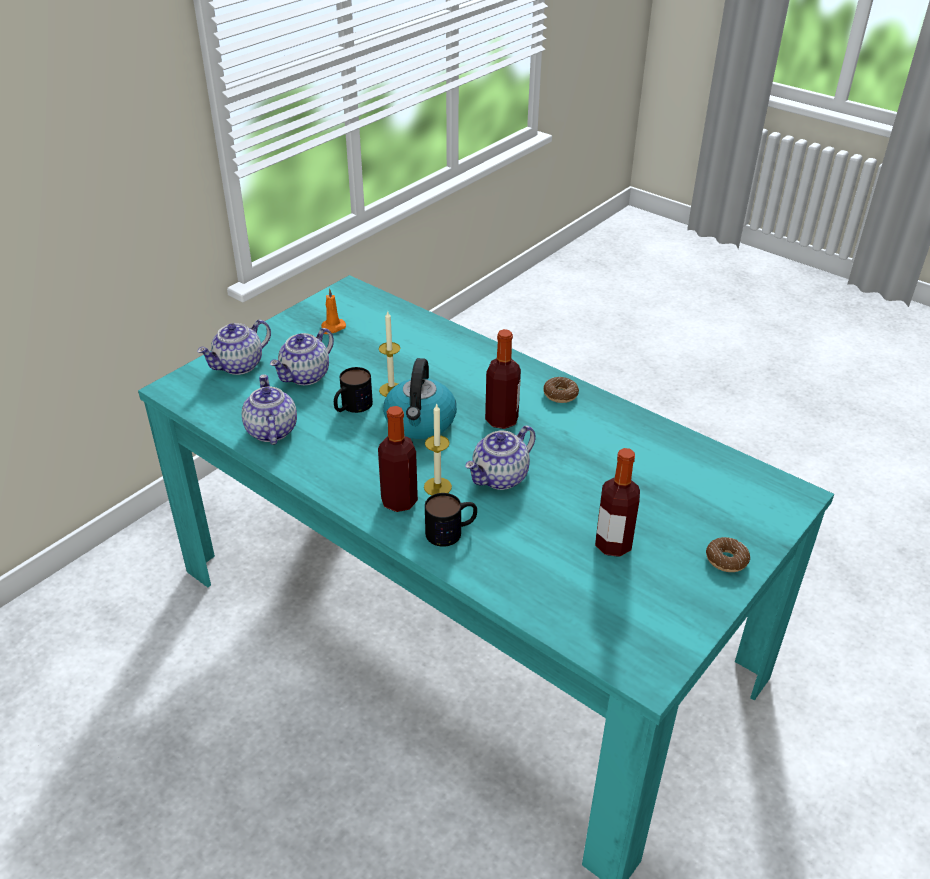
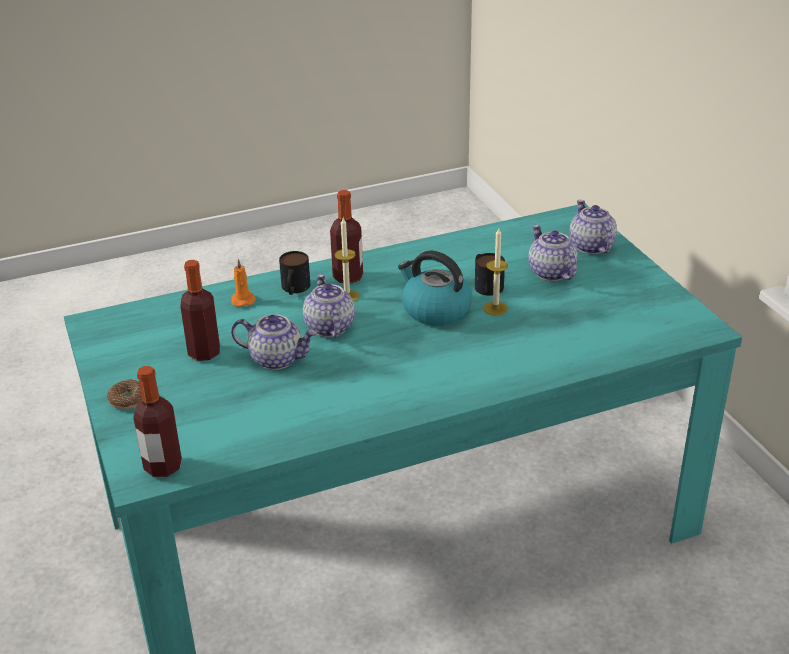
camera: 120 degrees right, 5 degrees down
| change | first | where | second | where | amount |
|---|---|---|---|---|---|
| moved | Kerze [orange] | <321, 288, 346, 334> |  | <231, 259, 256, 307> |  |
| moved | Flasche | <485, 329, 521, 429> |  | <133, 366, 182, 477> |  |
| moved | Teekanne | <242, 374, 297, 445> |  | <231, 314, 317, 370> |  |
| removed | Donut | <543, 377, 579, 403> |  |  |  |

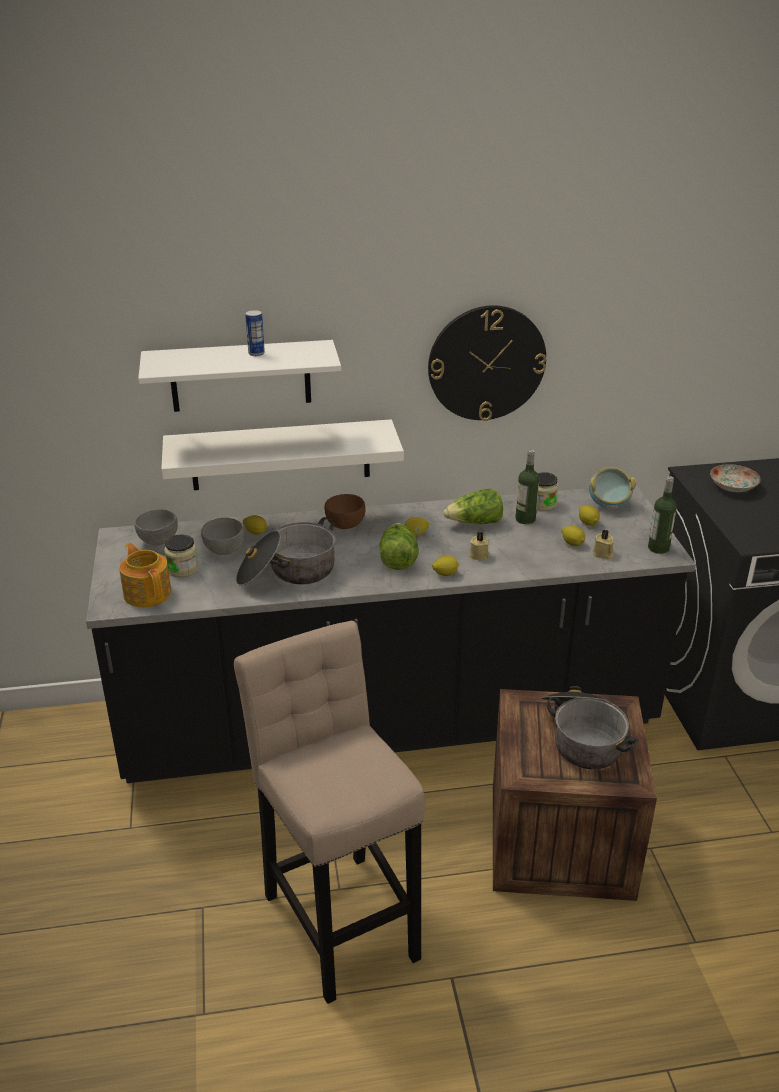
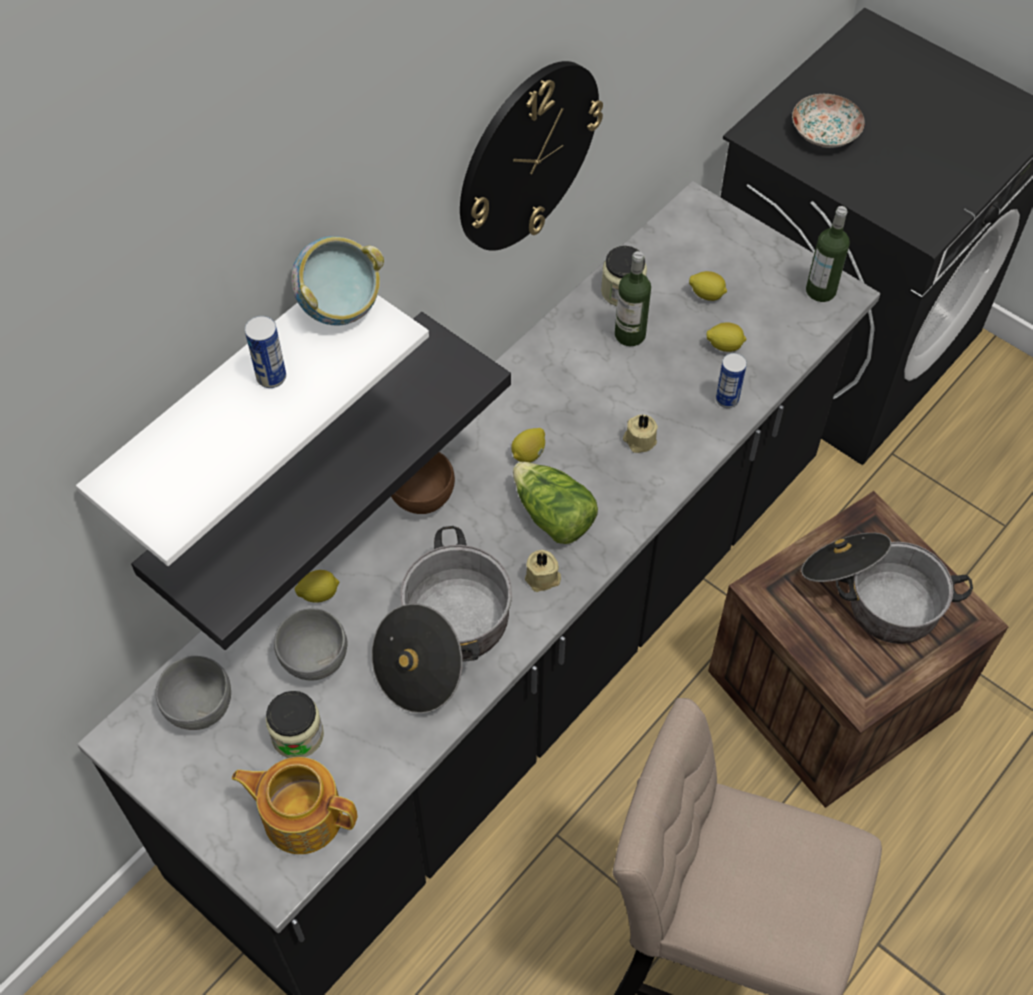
camera: 40 degrees left, 25 degrees up
| change | first | where | second | where | amount |
|---|---|---|---|---|---|
| recoloured | Wandregal [weiß] | <161, 419, 404, 490> | Wandregal [schwarz] | <131, 312, 511, 650> |  |
| moved | Schüssel | <589, 467, 636, 509> |  | <291, 236, 384, 326> |  |
| removed | Salatkopf | <443, 489, 503, 524> |  |  |  |
| moved | Kerze [beige] | <593, 530, 614, 559> |  | <525, 550, 561, 592> |  |
| removed | Zitrone | <432, 556, 459, 576> |  |  |  |
| added |  |  | Dose | <716, 353, 747, 408> |  |

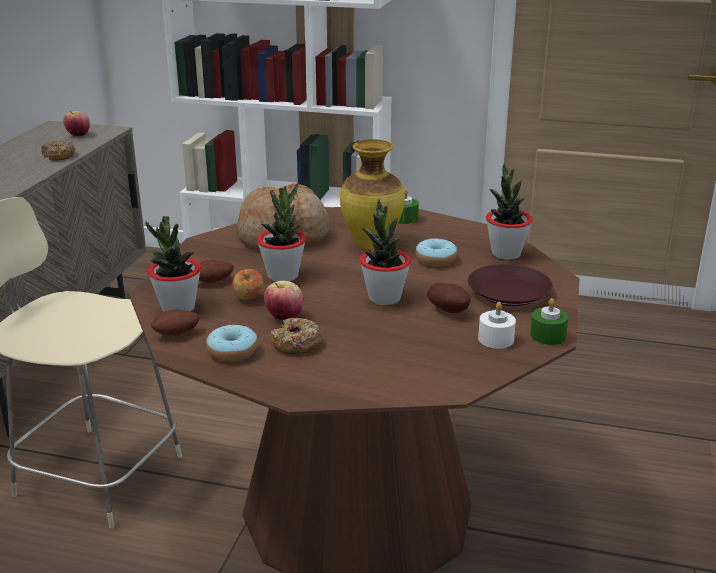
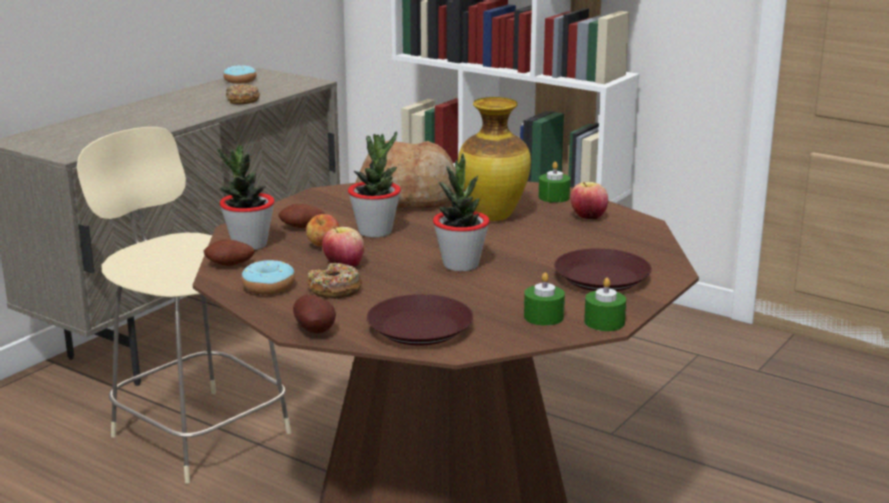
camera: 20 degrees right, 5 degrees down
| change | first | where | second | where | amount |
|---|---|---|---|---|---|
| moved | Apfel | <63, 111, 90, 136> |  | <570, 182, 608, 219> |  |
| removed | Topfpflanze | <486, 163, 533, 260> |  |  |  |
| moved | Donut | <415, 239, 457, 267> |  | <223, 65, 256, 84> |  |
| moved | Kartoffel | <427, 283, 470, 313> |  | <293, 295, 336, 334> |  |
| recoloured | Kerze [weiß] | <478, 302, 516, 349> | Kerze [grün] | <524, 272, 565, 326> |  |
| added |  |  | Teller [braun] | <367, 294, 473, 346> |  |

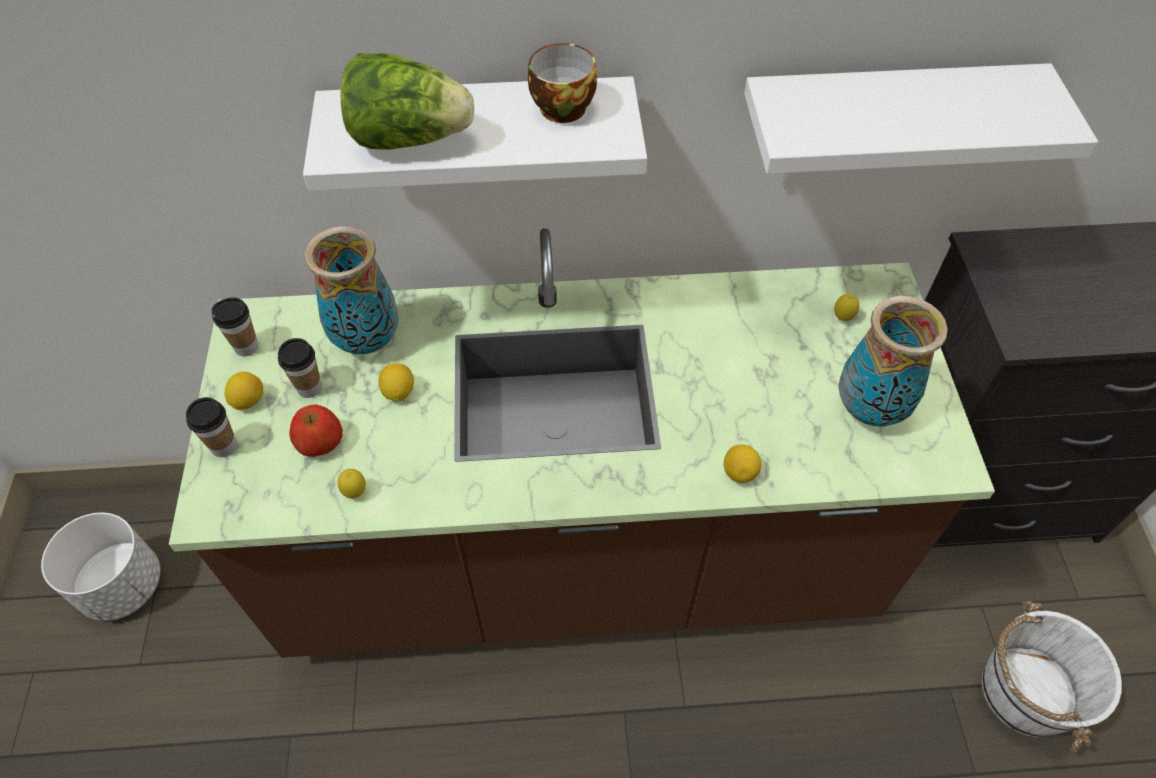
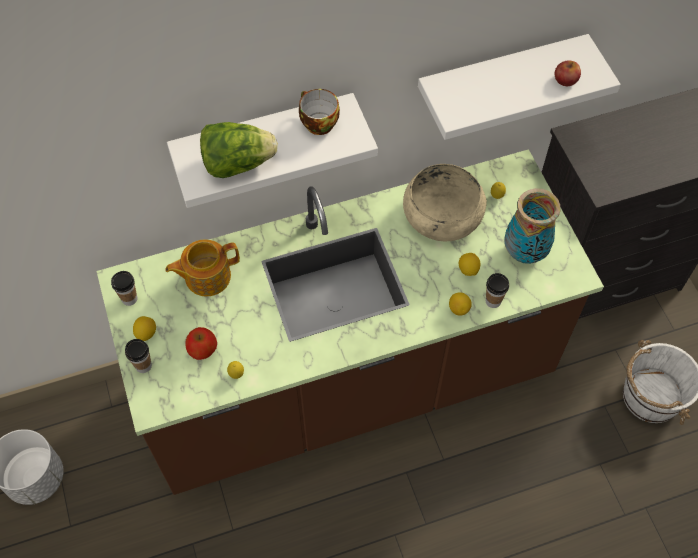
camera: 15 degrees left, 5 degrees up
| change | first | where | second | where | amount |
|---|---|---|---|---|---|
| replaced | Vase | <305, 226, 399, 354> | Teekanne | <165, 240, 240, 296> |  |
| moved | Tasse | <278, 338, 322, 398> |  | <486, 273, 509, 308> |  |
| moved | Zitrone | <379, 363, 414, 401> |  | <459, 253, 480, 276> |  |
| added |  |  | Apfel | <555, 60, 581, 86> |  |
| added |  |  | Schüssel [beige] | <403, 164, 487, 241> |  |

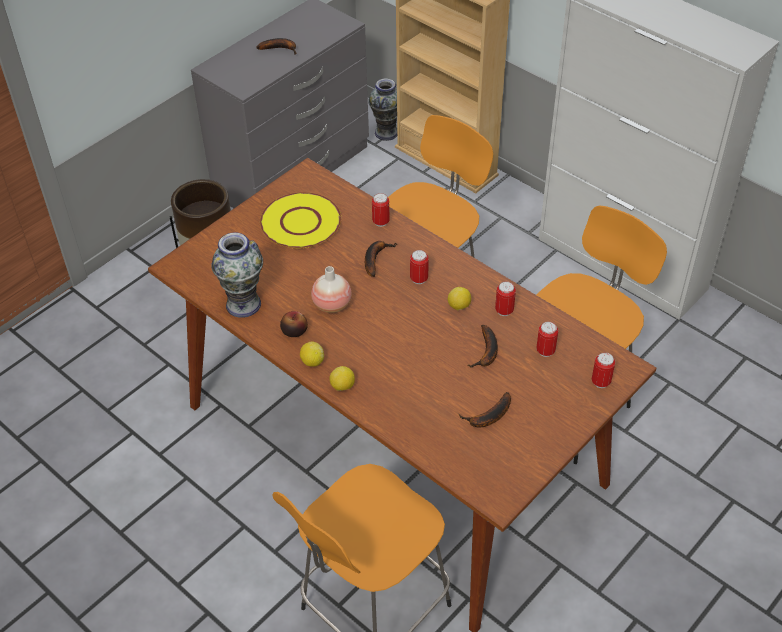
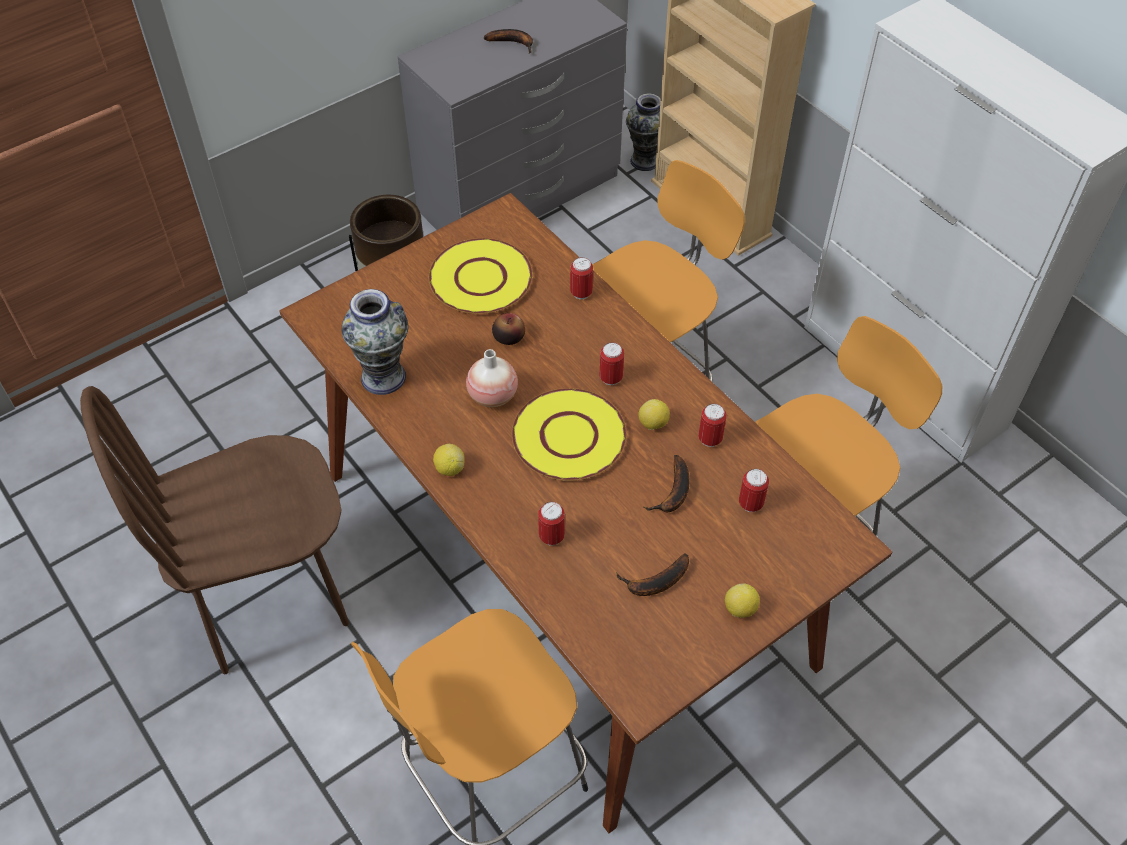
camera: 10 degrees right, 5 degrees up
| change | first | where | second | where | amount |
|---|---|---|---|---|---|
| removed | Banane | <365, 241, 397, 277> |  |  |  |
| moved | Apfel | <280, 311, 308, 337> |  | <492, 313, 525, 345> |  |
| moved | Dose | <592, 352, 615, 388> |  | <538, 502, 565, 545> |  |
| moved | Zitrone | <329, 366, 355, 391> |  | <725, 583, 760, 618> |  |
| added |  |  | Stuhl [braun] | <80, 386, 349, 674> |  |
| added |  |  | Teller [gelb] | <512, 388, 627, 481> |  |

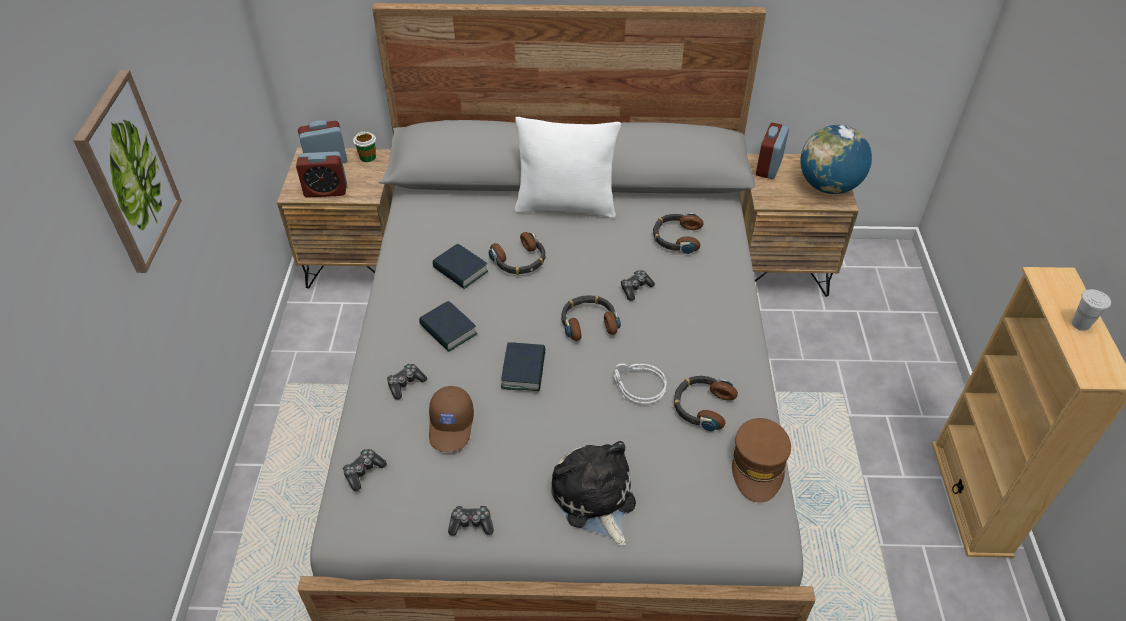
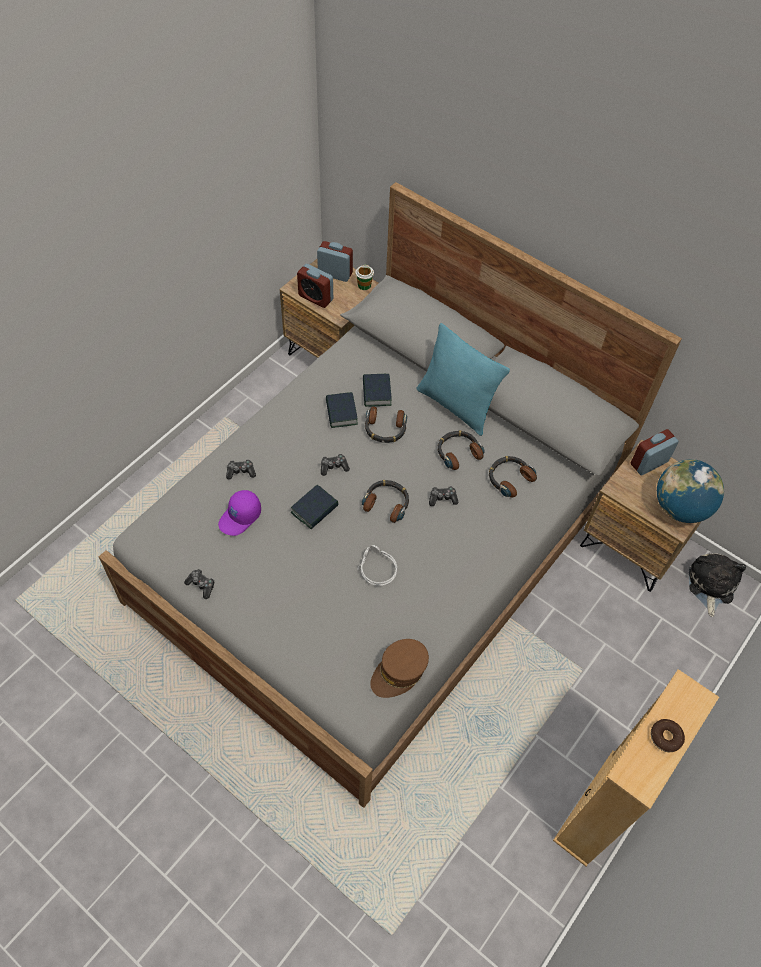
camera: 35 degrees right, 10 degrees up
| change | first | where | second | where | amount |
|---|---|---|---|---|---|
| removed | Bild | <73, 70, 182, 273> |  |  |  |
| recoloured | Kissen [weiß] | <514, 117, 621, 218> | Kissen [türkis] | <416, 323, 510, 436> |  |
| replaced | Tasse [weiß] | <1072, 289, 1111, 331> | Donut | <651, 719, 685, 752> |  |
| moved | Buch | <419, 301, 477, 352> |  | <363, 374, 391, 407> |  |
| moved | Kopfhörer | <674, 376, 738, 431> |  | <438, 430, 484, 470> |  |
| recoloured | Kappe [braun] | <429, 386, 474, 452> | Kappe [lila] | <218, 490, 261, 536> |  |
| moved | Plüschtier | <551, 441, 636, 546> |  | <689, 553, 746, 617> |  |
| moved | Gamepad | <343, 449, 387, 491> |  | <321, 454, 350, 476> |  |

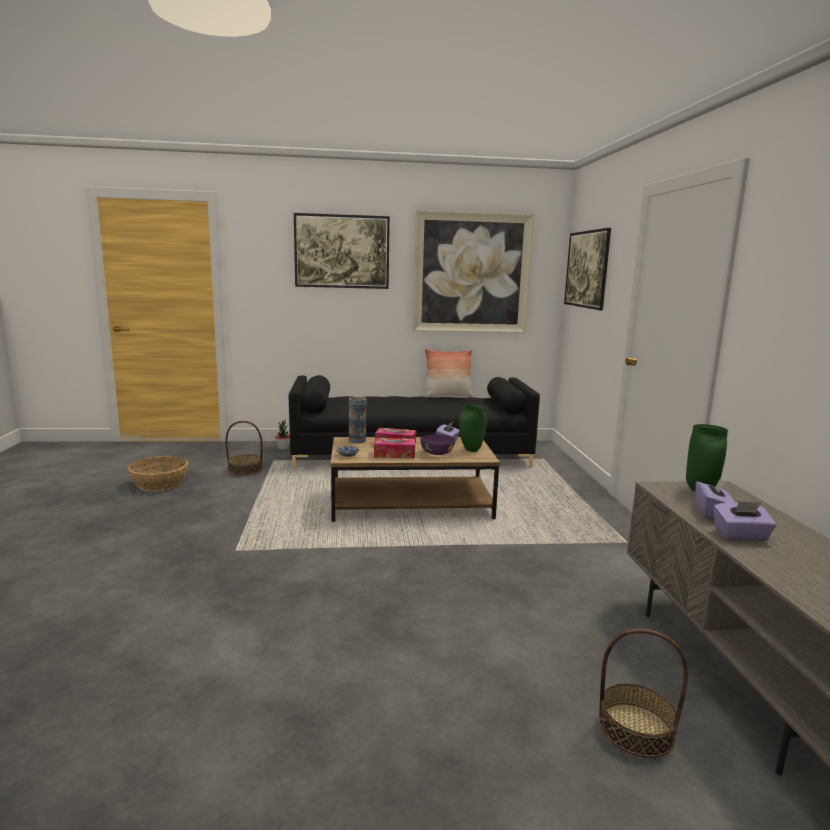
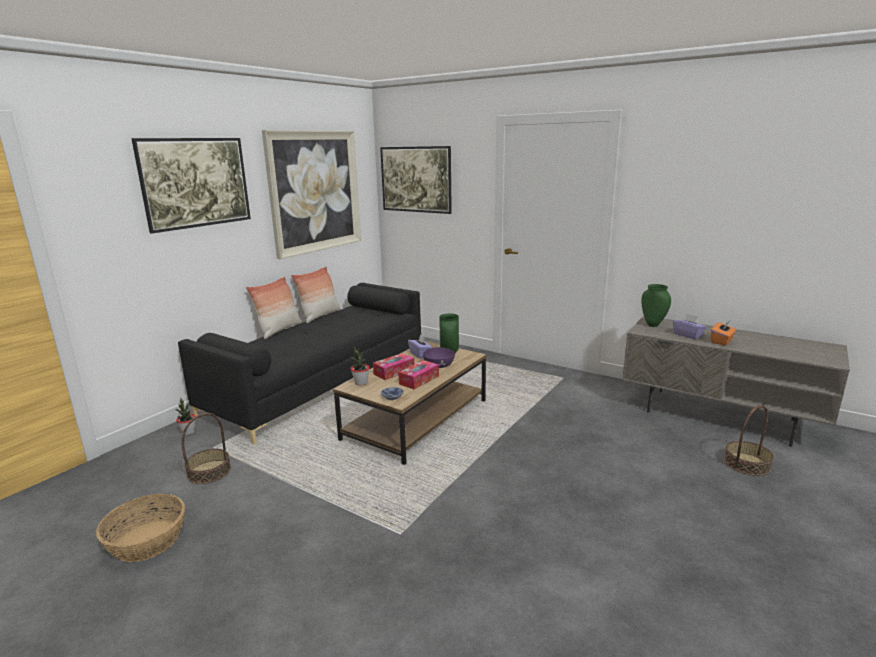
camera: 50 degrees left, 5 degrees up
| change | first | where | second | where | amount |
|---|---|---|---|---|---|
| replaced | Vase | <349, 397, 366, 443> | Topfpflanze | <351, 347, 370, 385> |  |
| recoloured | Taschentuchbox [lila] | <713, 501, 777, 541> | Taschentuchbox [orange] | <711, 320, 736, 346> |  |
| added |  |  | Kissen | <246, 276, 302, 339> |  |

